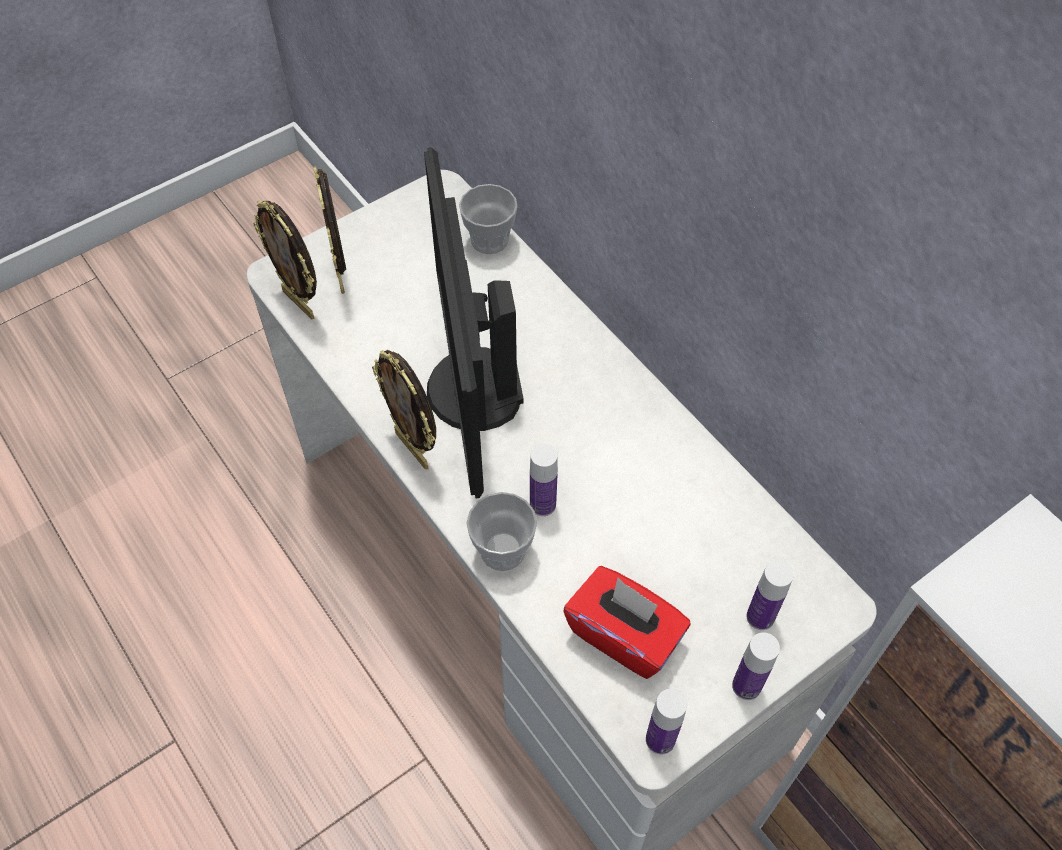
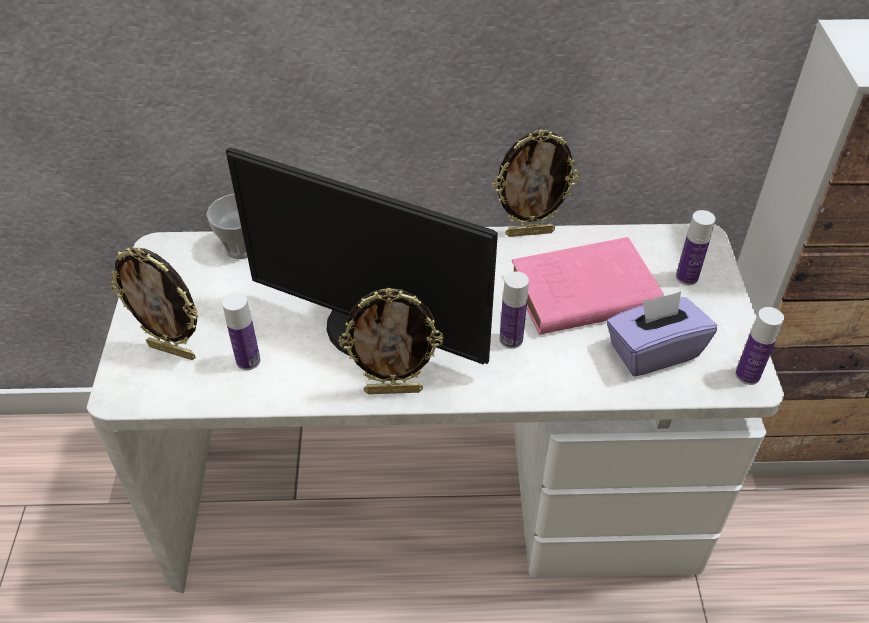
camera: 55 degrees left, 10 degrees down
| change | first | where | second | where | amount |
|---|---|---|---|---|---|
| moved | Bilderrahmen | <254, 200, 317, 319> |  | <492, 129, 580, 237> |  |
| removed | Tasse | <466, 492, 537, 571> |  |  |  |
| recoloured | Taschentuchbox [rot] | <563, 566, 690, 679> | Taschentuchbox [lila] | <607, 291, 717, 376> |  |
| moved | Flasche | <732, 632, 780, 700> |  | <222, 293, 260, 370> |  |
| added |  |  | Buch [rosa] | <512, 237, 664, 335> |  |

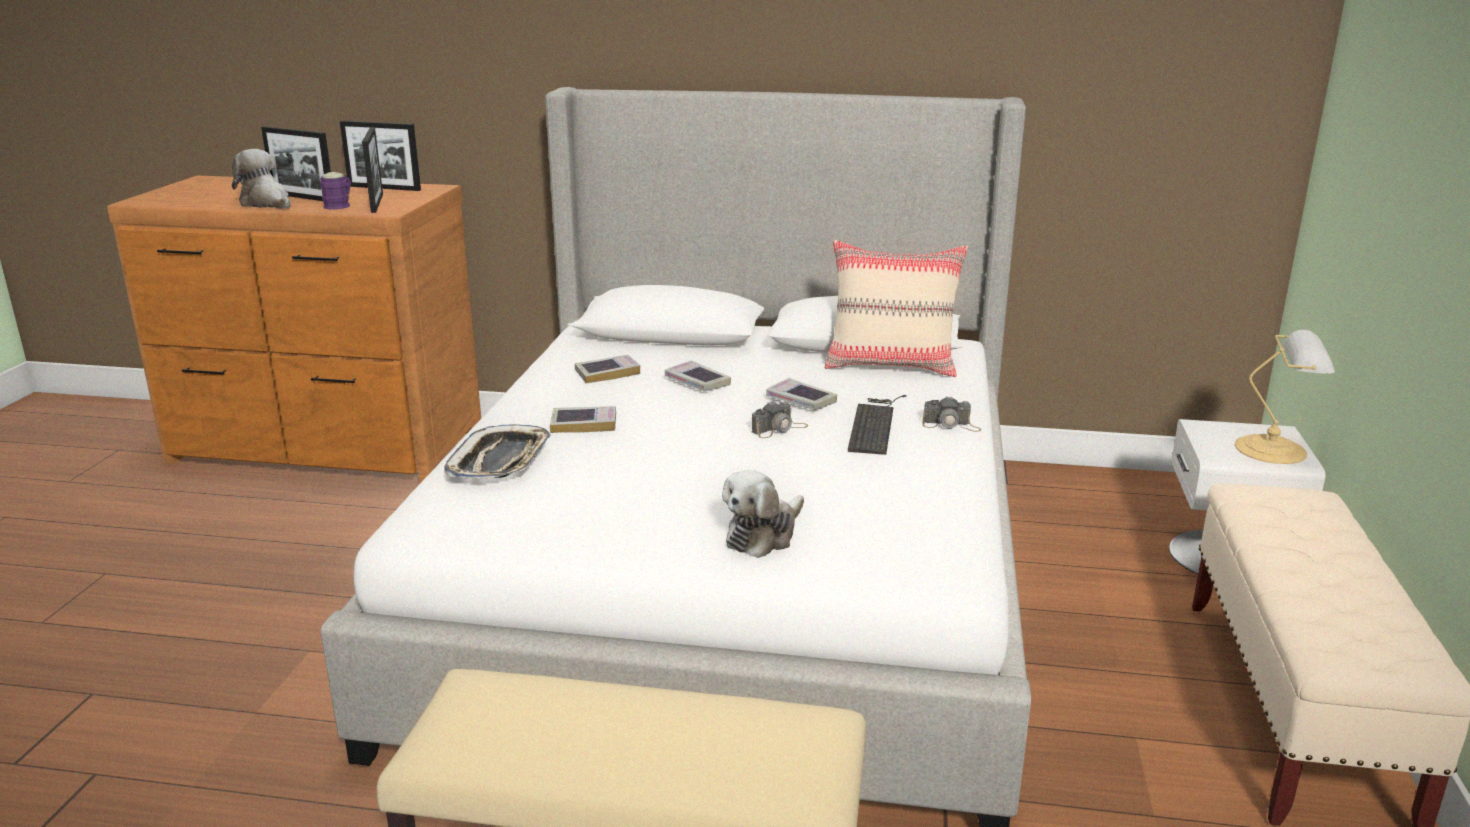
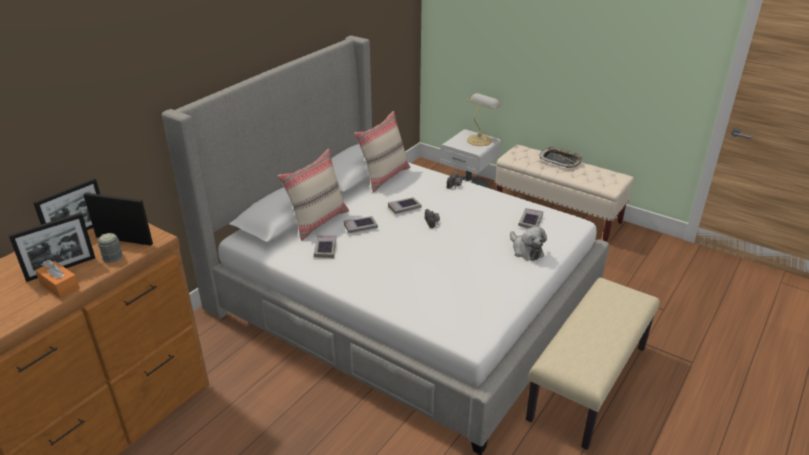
camera: 65 degrees left, 10 degrees up
| change | first | where | second | where | amount |
|---|---|---|---|---|---|
| replaced | Plüschtier | <232, 149, 291, 209> | Taschentuchbox [orange] | <35, 260, 80, 298> |  |
| recoloured | Henkelbecher [lila] | <320, 172, 351, 210> | Henkelbecher [grau] | <98, 233, 123, 263> |  |
| removed | Tastatur | <848, 395, 907, 455> |  |  |  |
| moved | Buch | <550, 406, 616, 433> |  | <518, 208, 544, 229> |  |
| moved | Tablett | <444, 424, 551, 479> |  | <539, 147, 583, 168> |  |
| added |  |  | Kissen [beige] | <278, 149, 349, 241> |  |

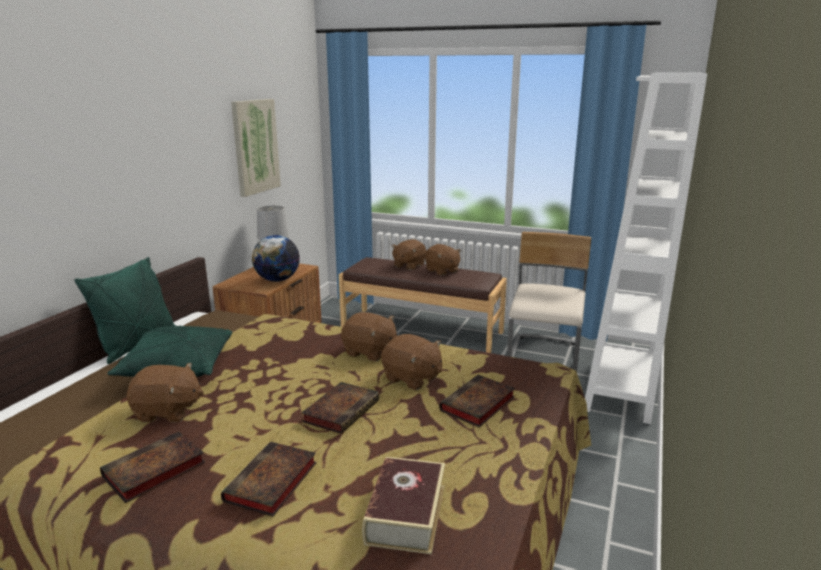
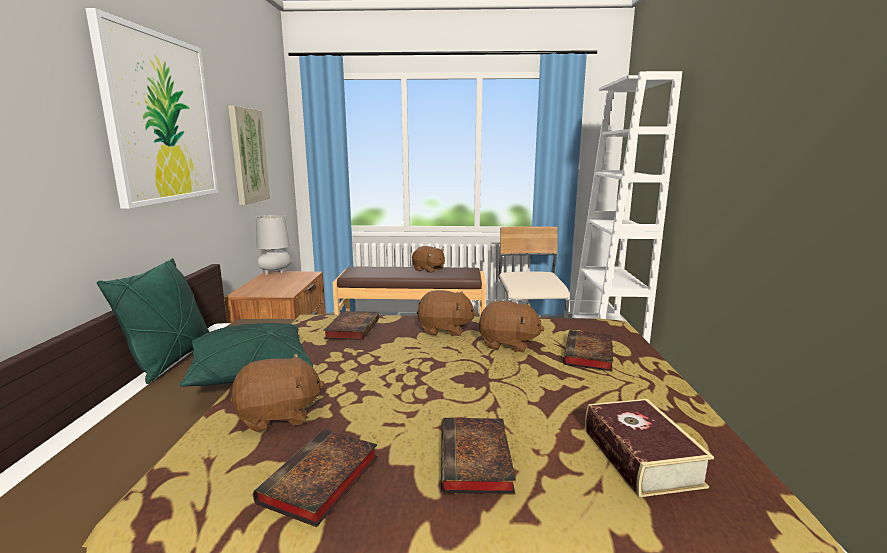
camera: 20 degrees left, 5 degrees down
| change | first | where | second | where | amount |
|---|---|---|---|---|---|
| removed | Globus | <252, 235, 300, 282> |  |  |  |
| removed | Plüschtier [braun] | <391, 239, 426, 270> |  |  |  |
| moved | Buch | <301, 382, 380, 434> |  | <323, 311, 379, 340> |  |
| added |  |  | Bild | <85, 8, 218, 209> |  |

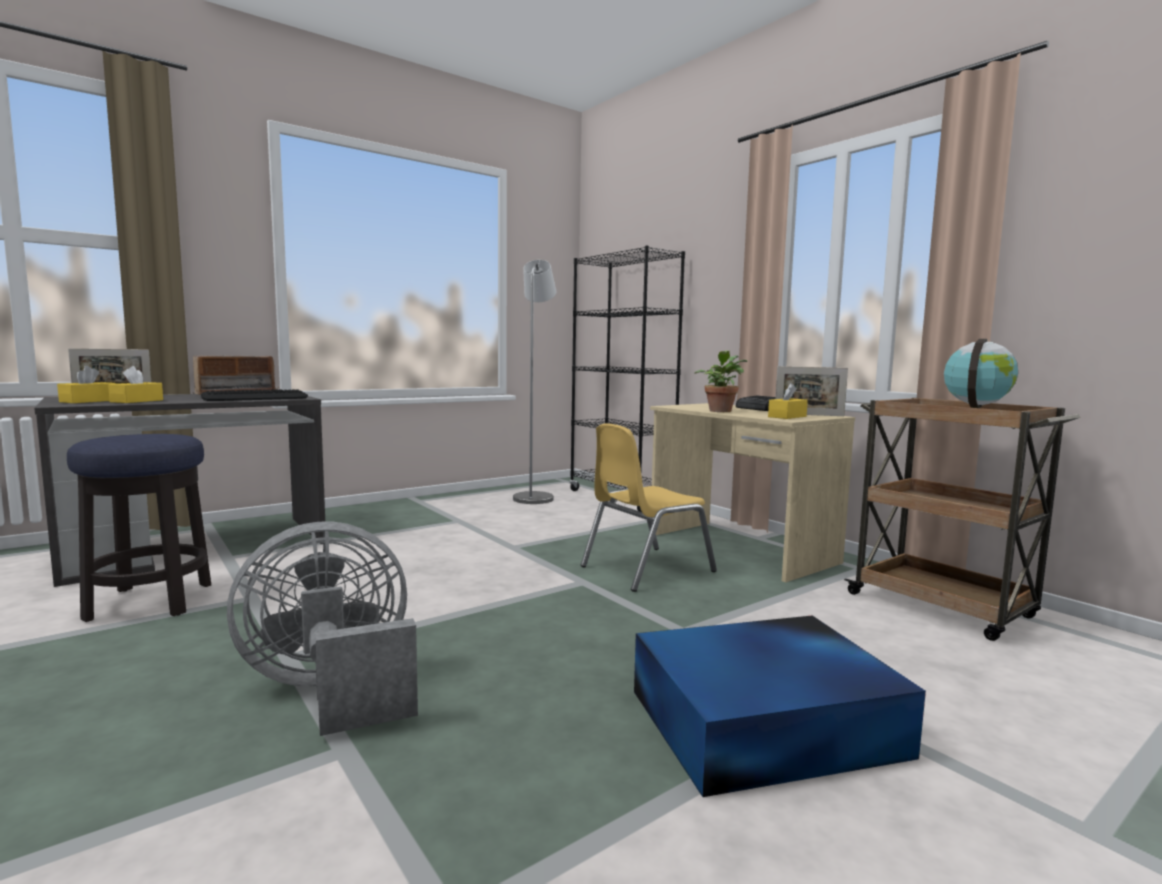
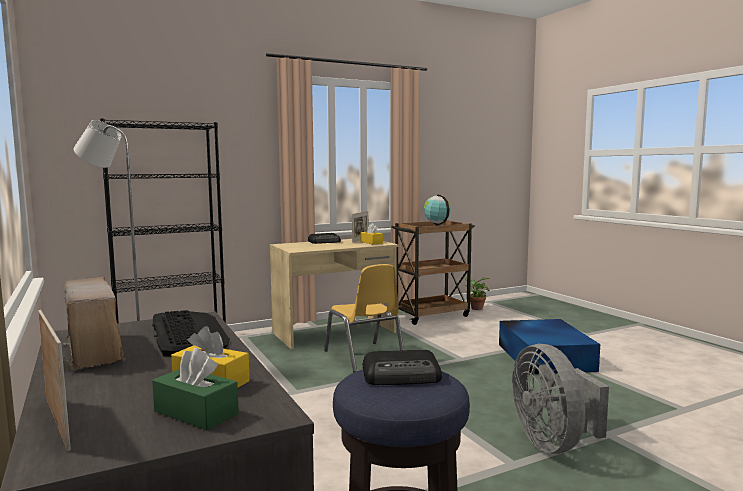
camera: 80 degrees left, 0 degrees up
| change | first | where | second | where | amount |
|---|---|---|---|---|---|
| moved | Topfpflanze | <694, 351, 747, 412> |  | <464, 277, 490, 310> |  |
| recoloured | Taschentuchbox [gelb] | <57, 366, 116, 403> | Taschentuchbox [grün] | <152, 348, 239, 430> |  |
| added |  |  | Radio | <362, 350, 442, 385> |  |

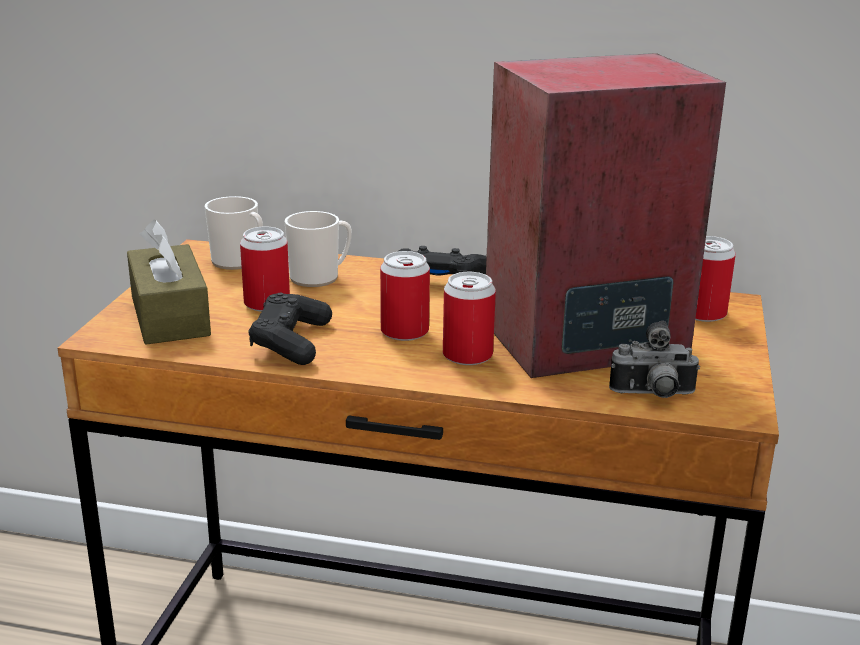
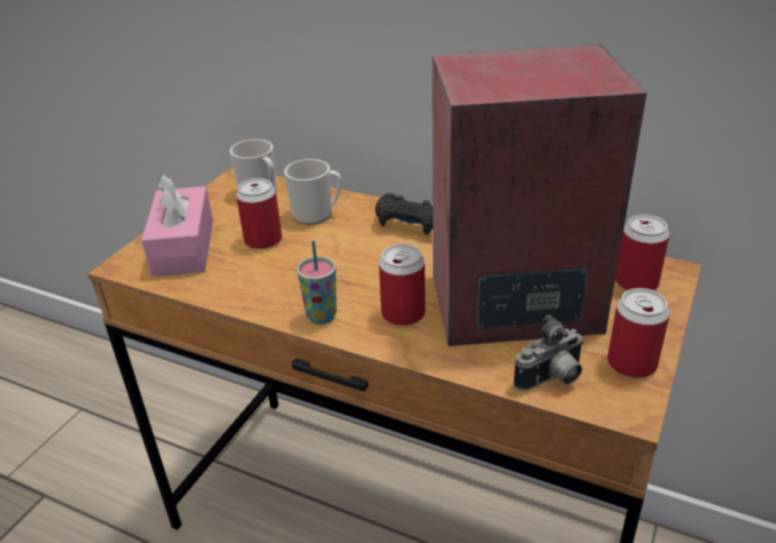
camera: 15 degrees right, 10 degrees up
| change | first | where | second | where | amount |
|---|---|---|---|---|---|
| recoloured | Taschentuchbox [braun] | <127, 220, 211, 345> | Taschentuchbox [rosa] | <142, 174, 213, 277> |  |
| moved | Dose | <380, 251, 430, 341> |  | <607, 288, 670, 378> |  |
| removed | Gamepad [schwarz] | <248, 293, 332, 365> |  |  |  |
| turned | Kamera | <609, 321, 700, 398> |  | <514, 315, 584, 391> | 45 degrees counterclockwise |
| added |  |  | Tasse | <297, 240, 337, 324> |  |

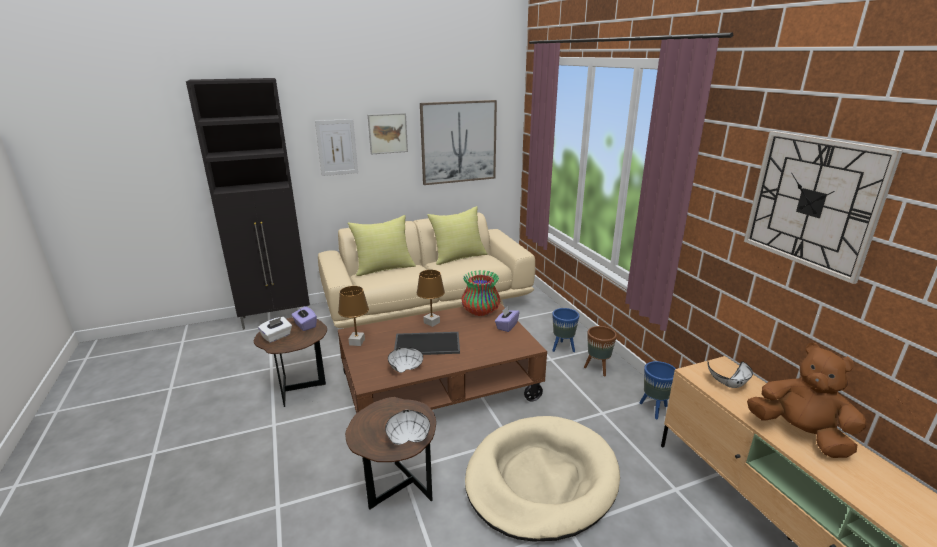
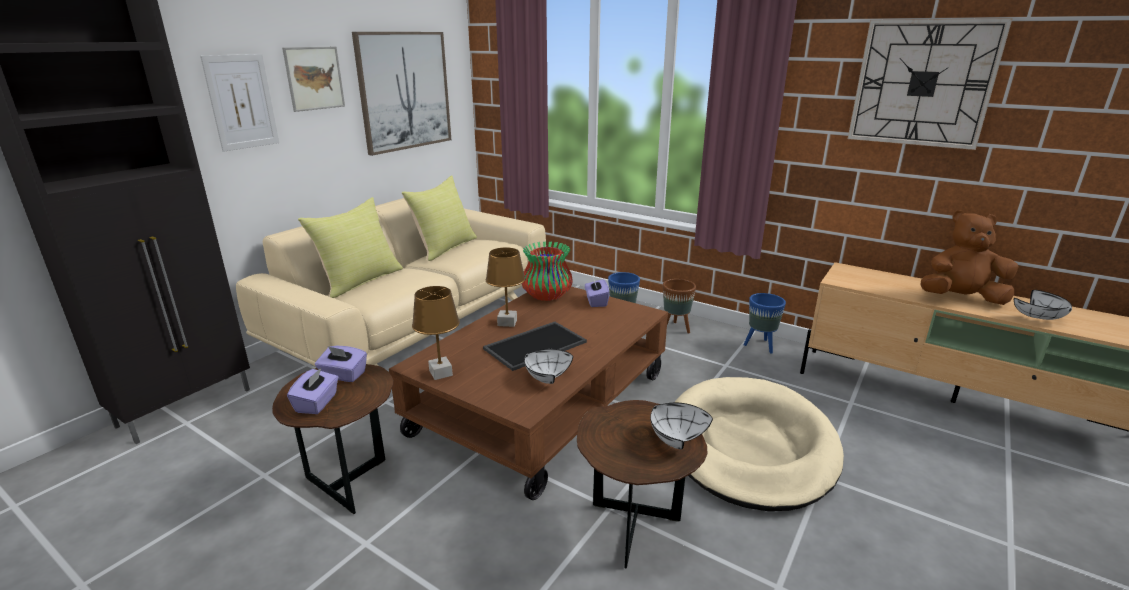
camera: 35 degrees left, 0 degrees up
| change | first | where | second | where | amount |
|---|---|---|---|---|---|
| recoloured | Taschentuchbox [weiß] | <258, 317, 292, 343> | Taschentuchbox [lila] | <287, 368, 339, 414> |  |
| moved | Schüssel [weiß] | <707, 361, 753, 388> |  | <1014, 290, 1072, 320> |  |

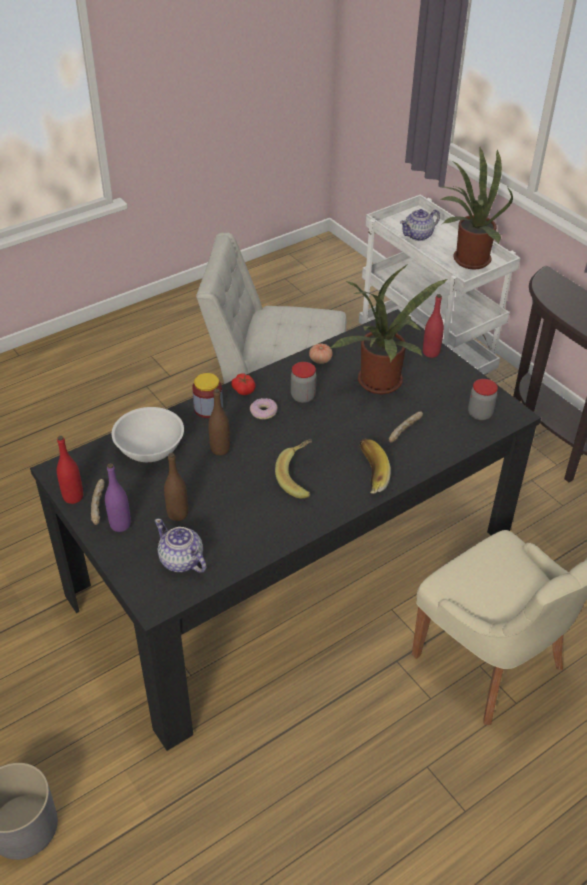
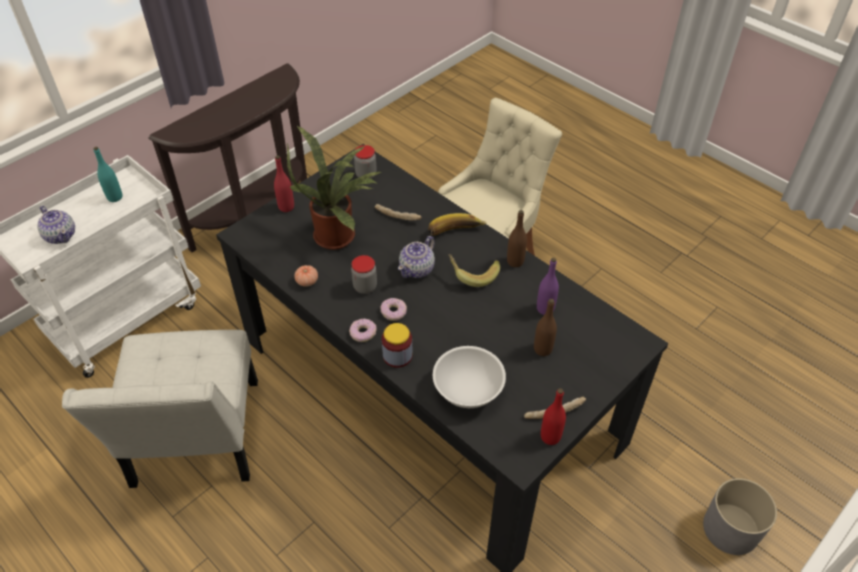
camera: 100 degrees left, 5 degrees up
| change | first | where | second | where | amount |
|---|---|---|---|---|---|
| replaced | Topfpflanze | <440, 148, 513, 270> | Flasche [türkis] | <94, 147, 123, 202> |  |
| replaced | Tomate | <231, 373, 256, 395> | Donut | <349, 318, 377, 342> |  |
| moved | Flasche [braun] | <208, 389, 230, 455> |  | <507, 210, 527, 267> |  |
| moved | Flasche [lila] | <105, 463, 131, 532> |  | <537, 258, 559, 315> |  |
| moved | Teekanne | <155, 519, 206, 573> |  | <398, 236, 435, 278> |  |

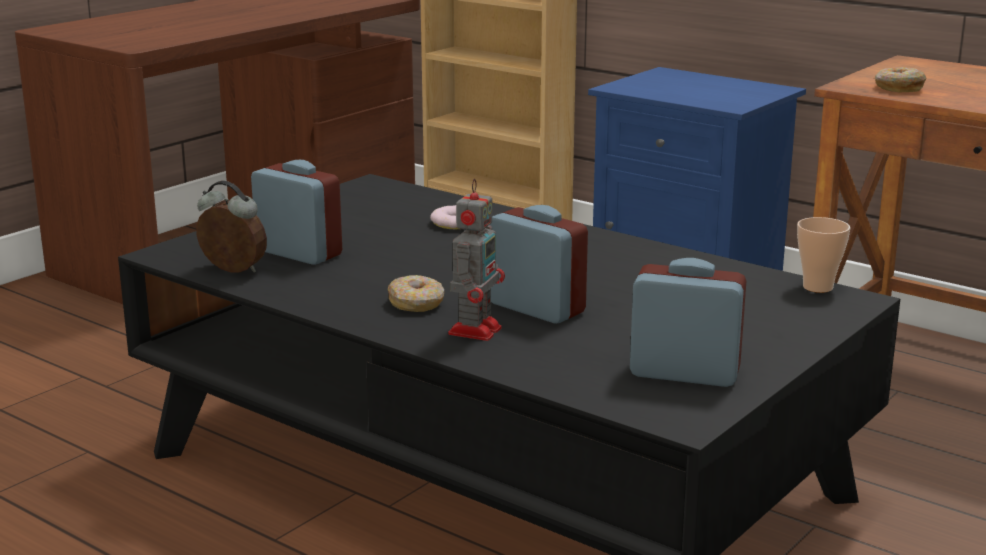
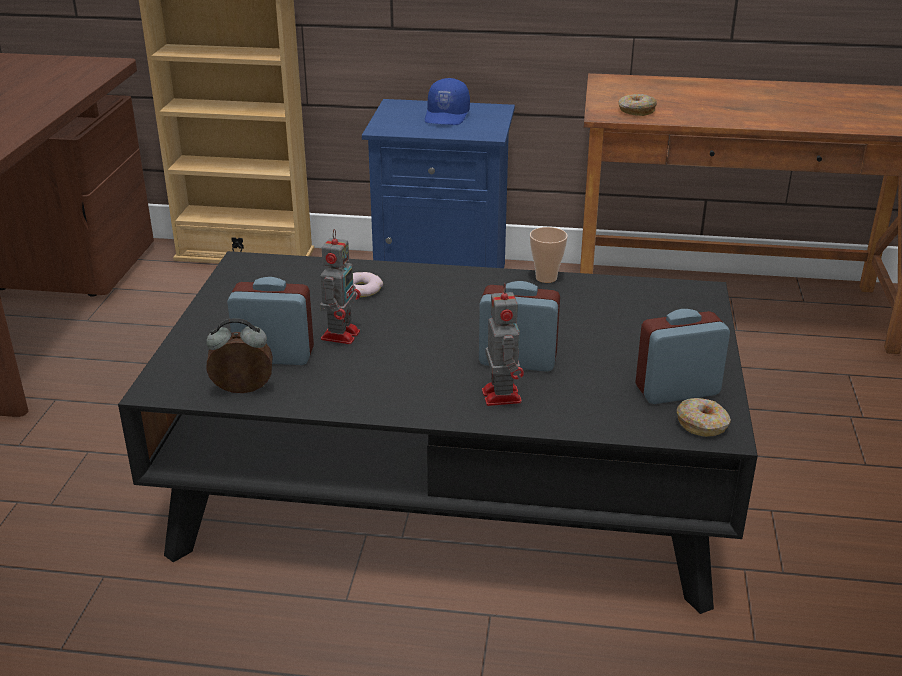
camera: 30 degrees left, 10 degrees up
| change | first | where | second | where | amount |
|---|---|---|---|---|---|
| moved | Tasse | <797, 217, 850, 293> |  | <530, 227, 568, 283> |  |
| moved | Donut | <388, 275, 445, 312> |  | <677, 398, 731, 437> |  |
| added |  |  | Kappe [blau] | <425, 78, 470, 125> |  |
| added |  |  | Spielzeugroboter | <320, 229, 361, 344> |  |

